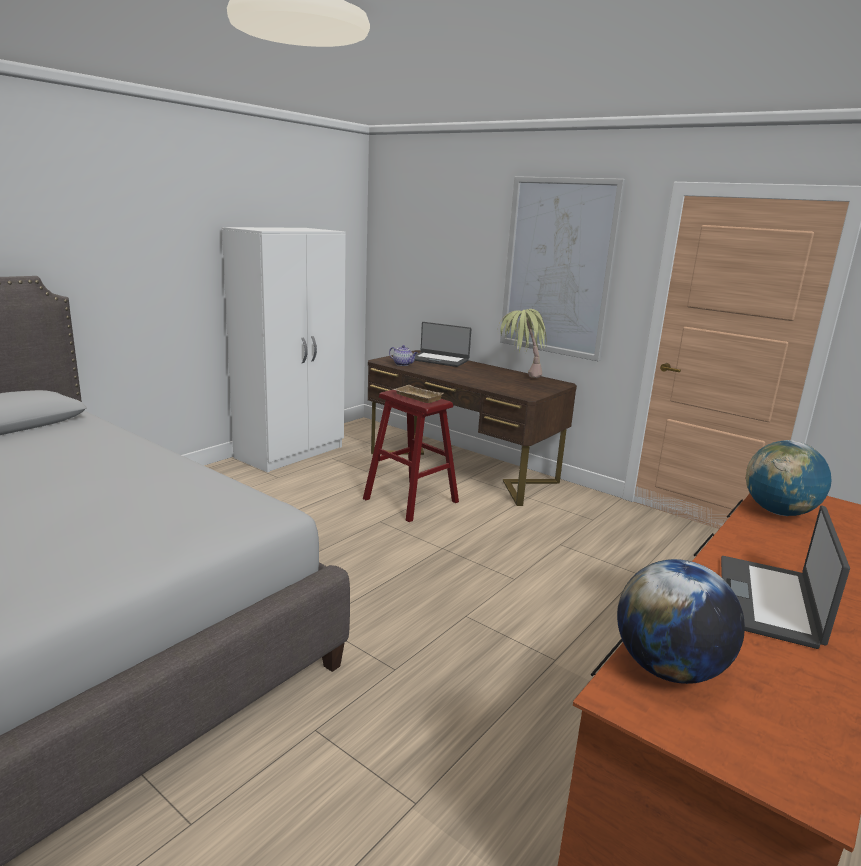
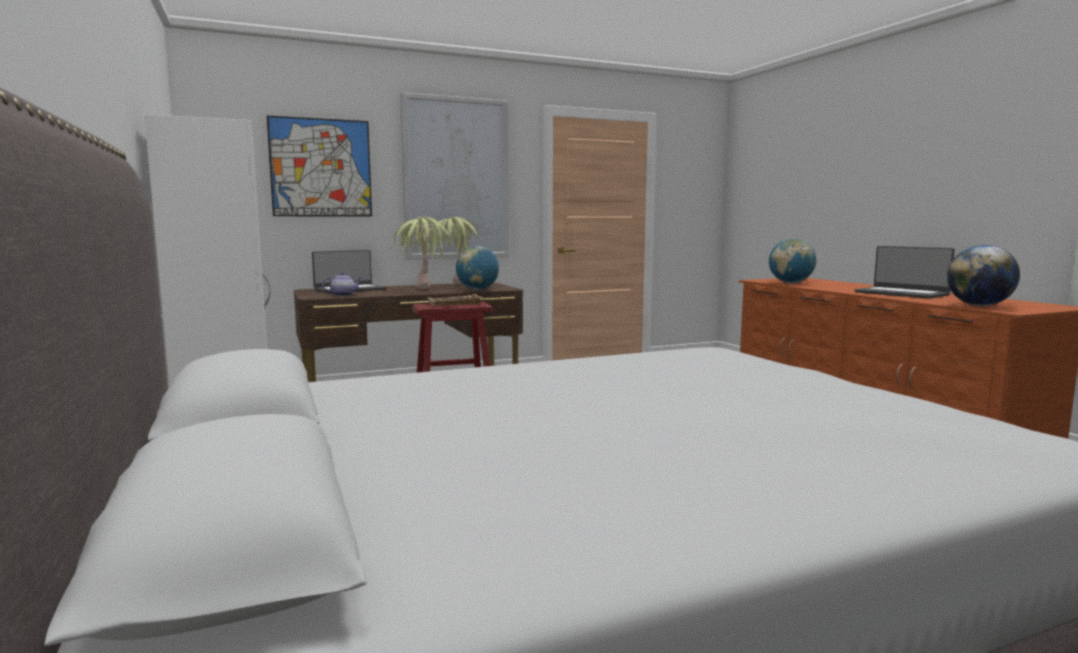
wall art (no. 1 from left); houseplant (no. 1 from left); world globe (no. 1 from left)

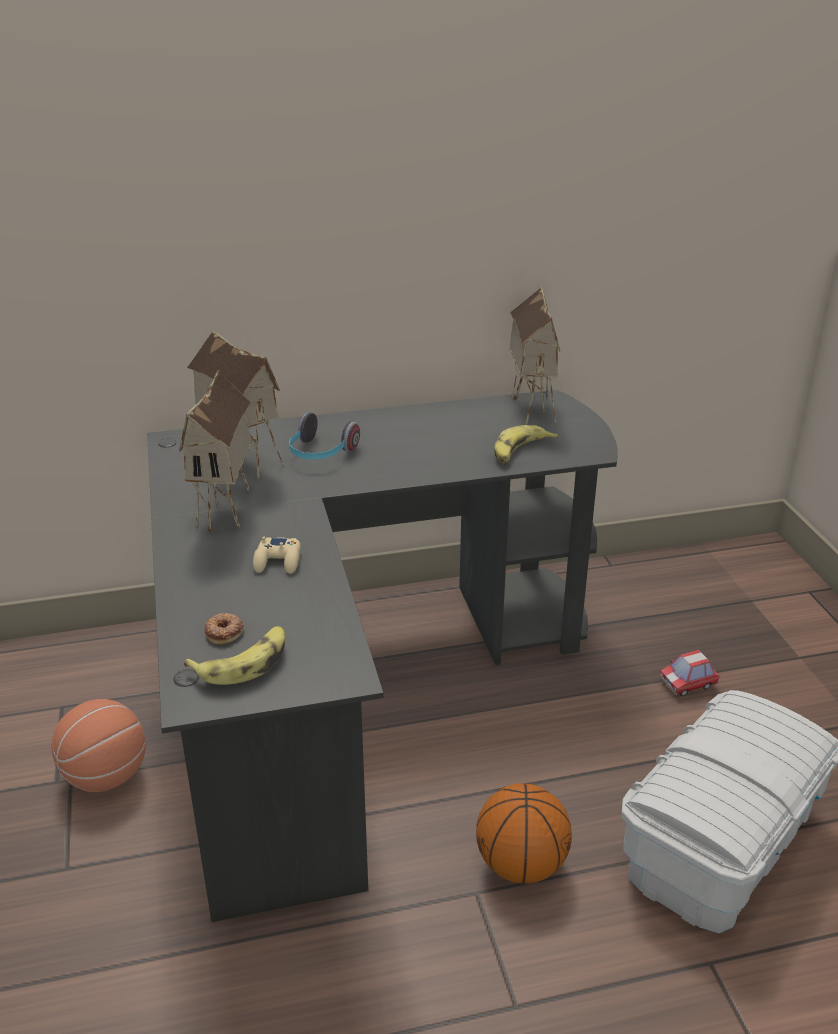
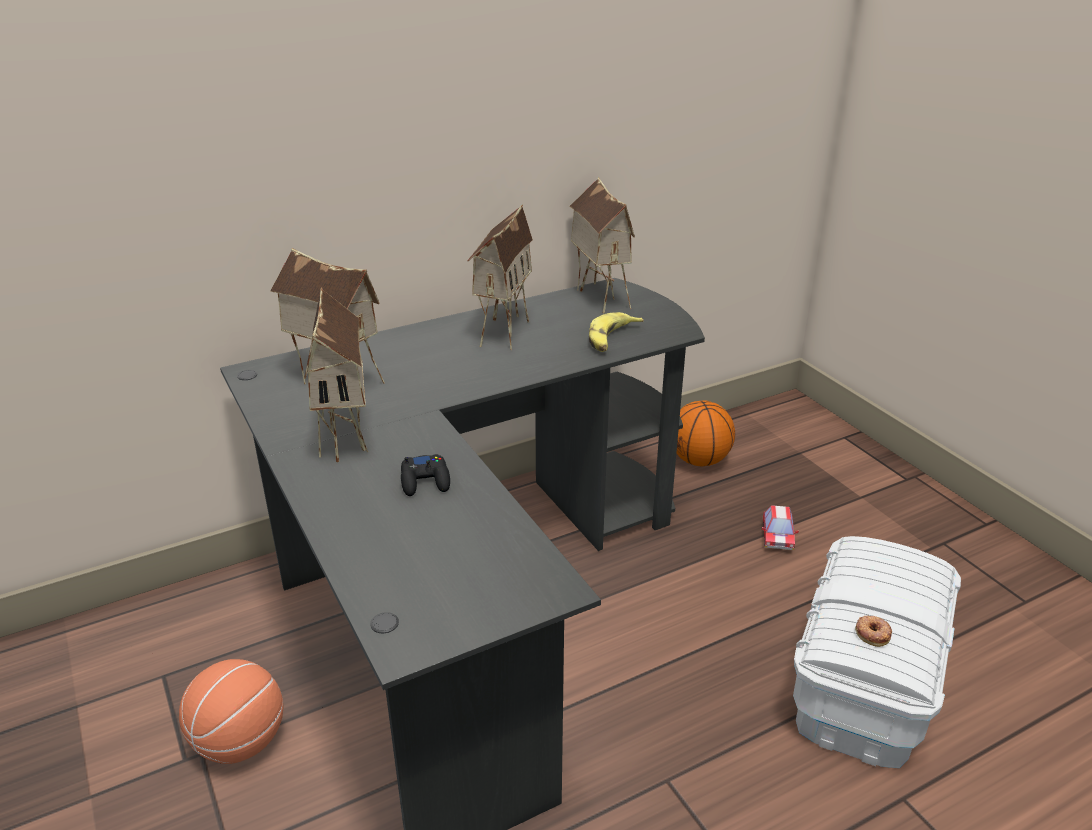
gamepad/black-coloured; toy house (no. 3 from left); basketball (no. 2 from left); miniature car; ring doughnut; banana fruit (no. 1 from left in the first image); headphones

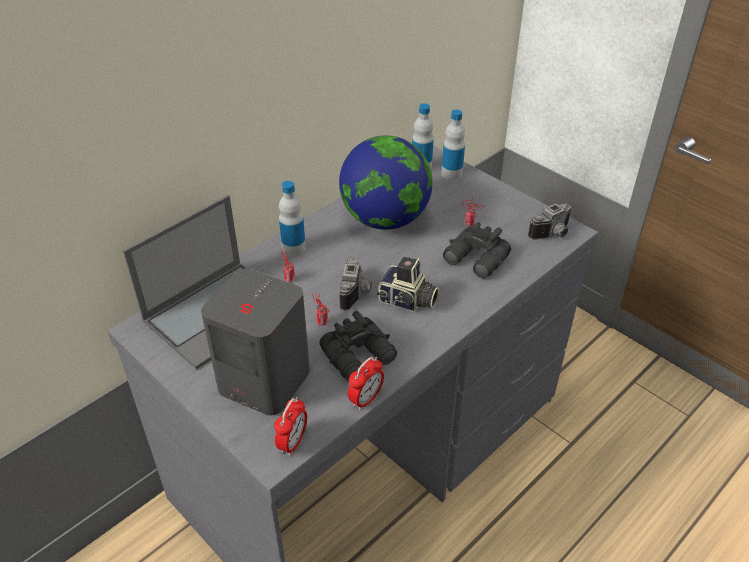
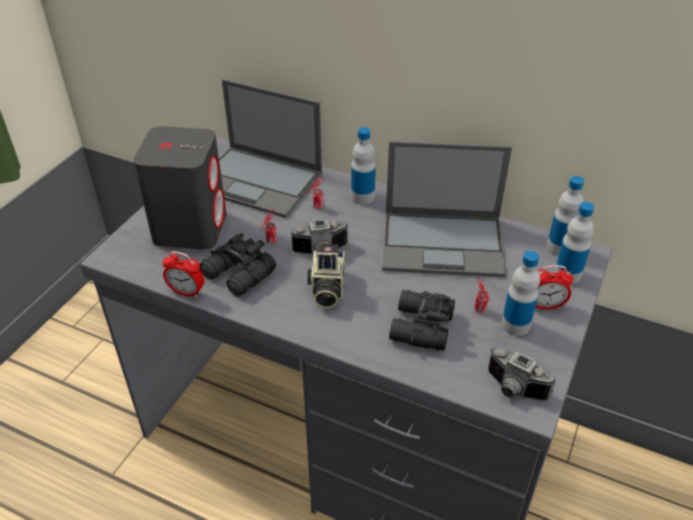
notebook computer (no. 2 from left); bottle (no. 2 from left); table clock (no. 2 from left)

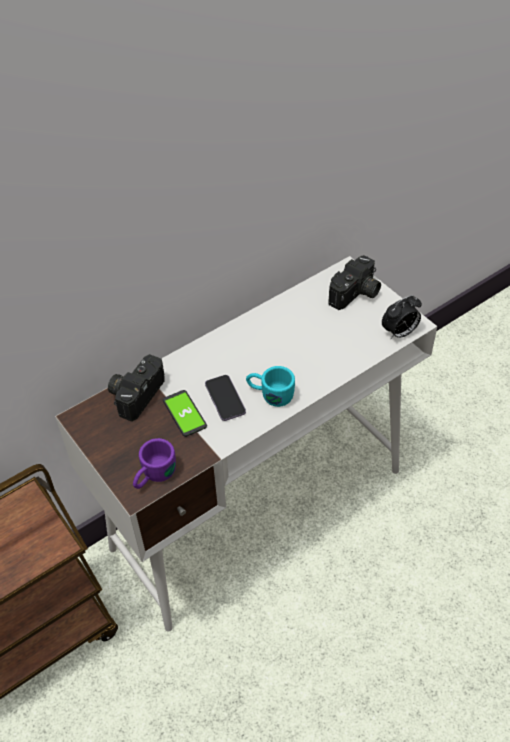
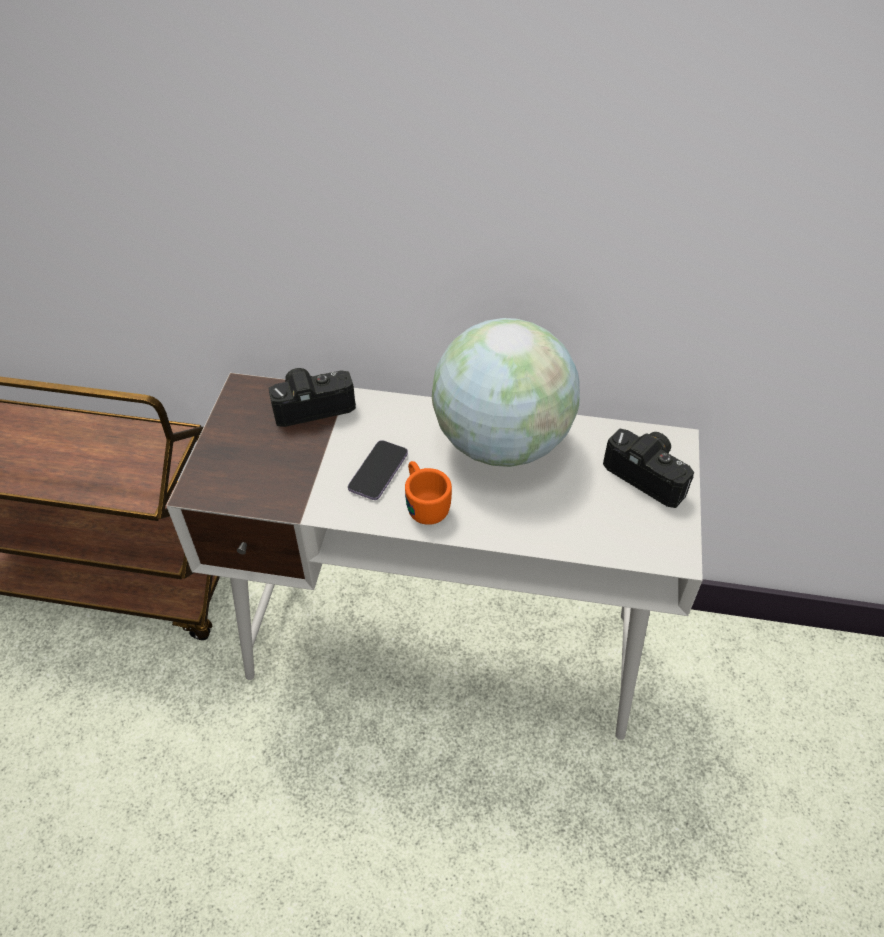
mug/orange; world globe; photo camera (no. 2 from left); mug/purple-coloured; handset (no. 1 from left in the first image); table clock

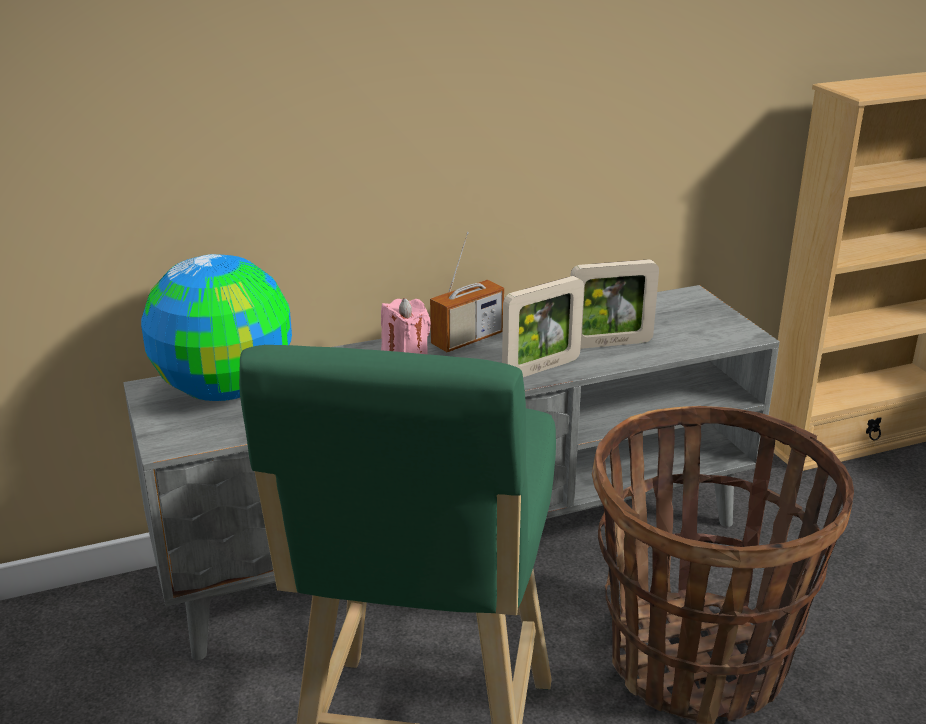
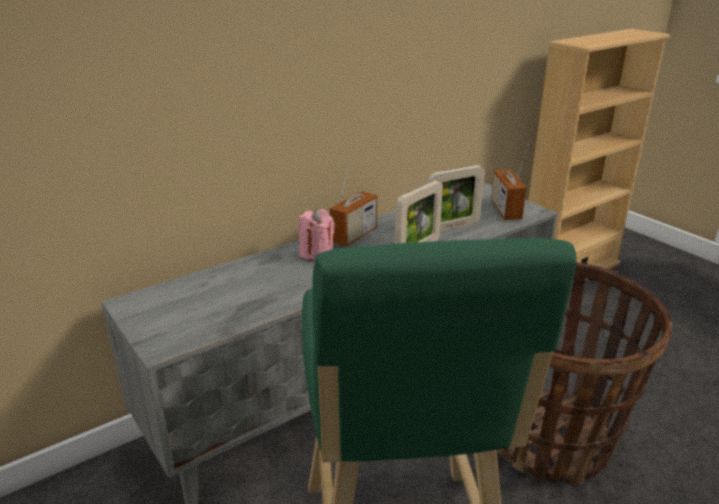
radio receiver (no. 2 from left); world globe

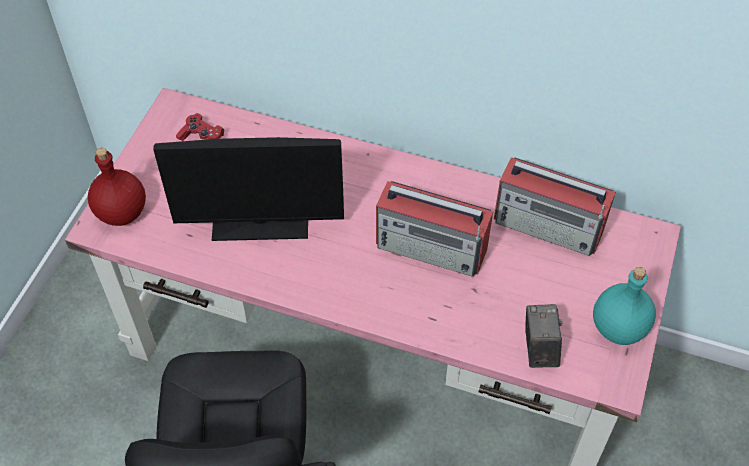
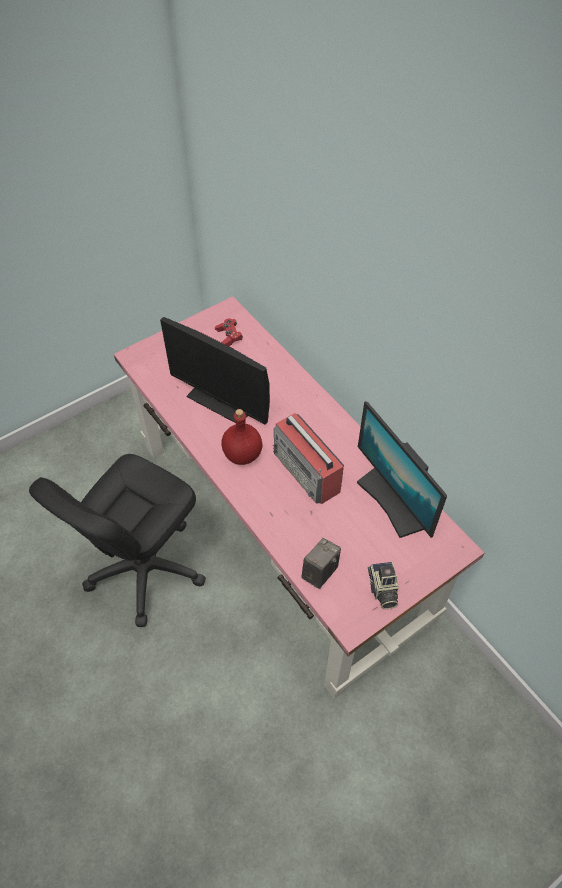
bottle/red; computer screen (no. 2 from left); photo camera (no. 2 from left)

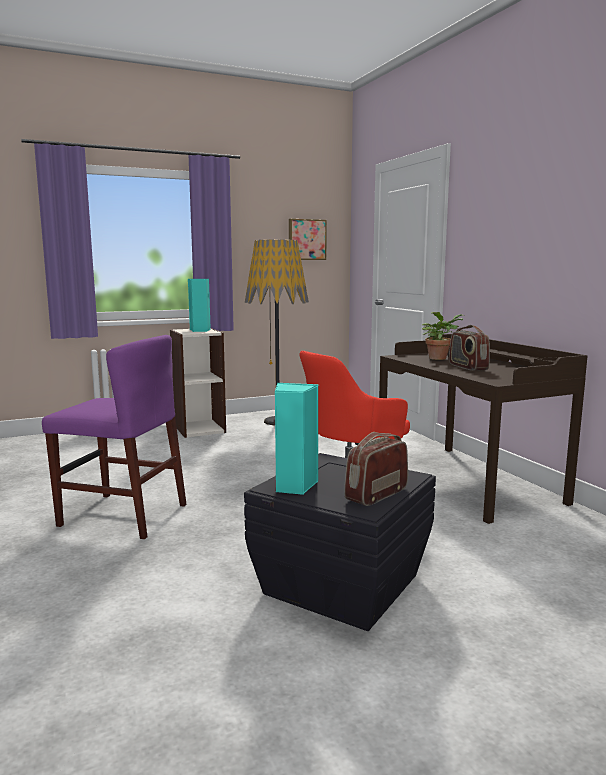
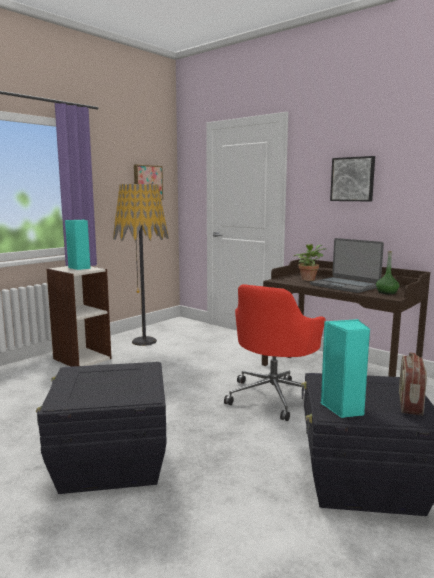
storage container/black-coloured (no. 1 from left); notebook computer; wall art (no. 2 from left); bottle/green

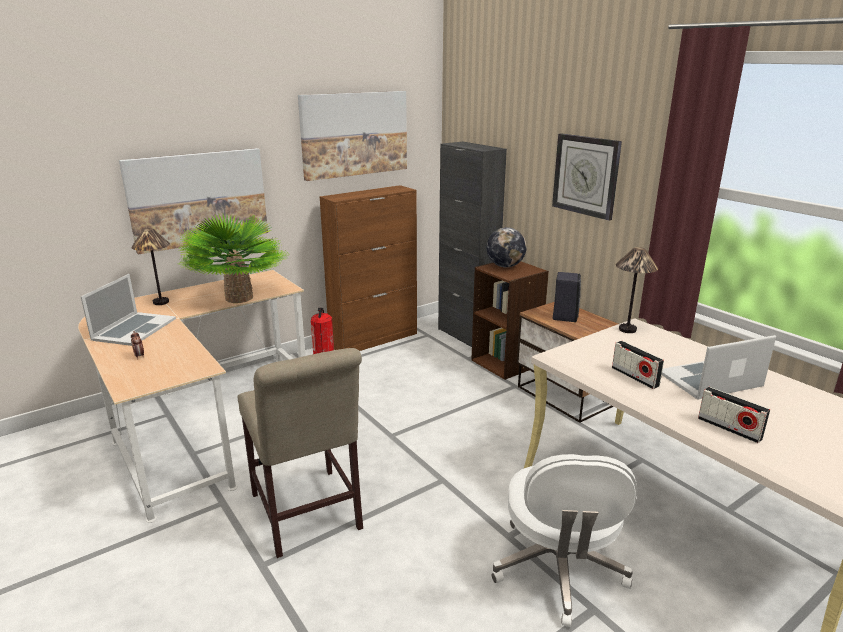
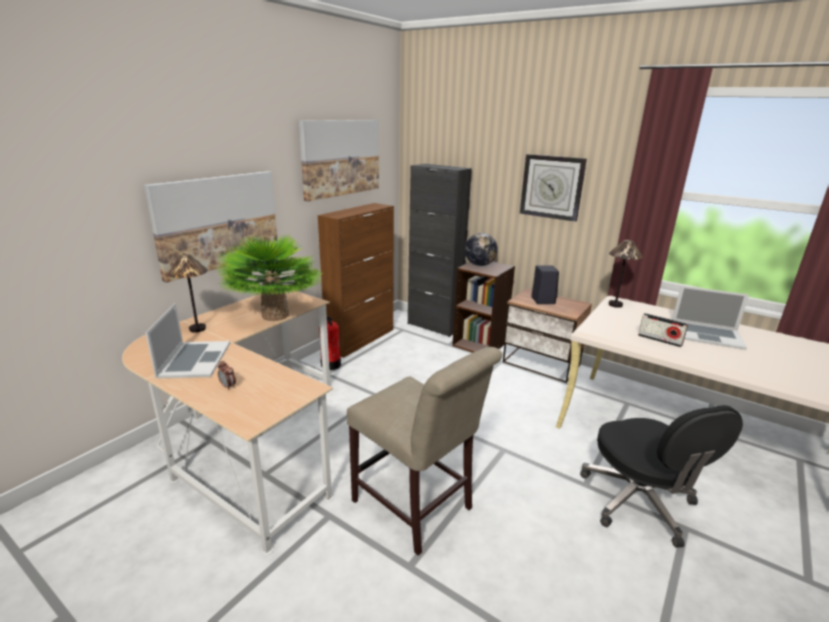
office chair/black-coloured; notebook computer (no. 2 from left); radio receiver (no. 2 from left in the first image)

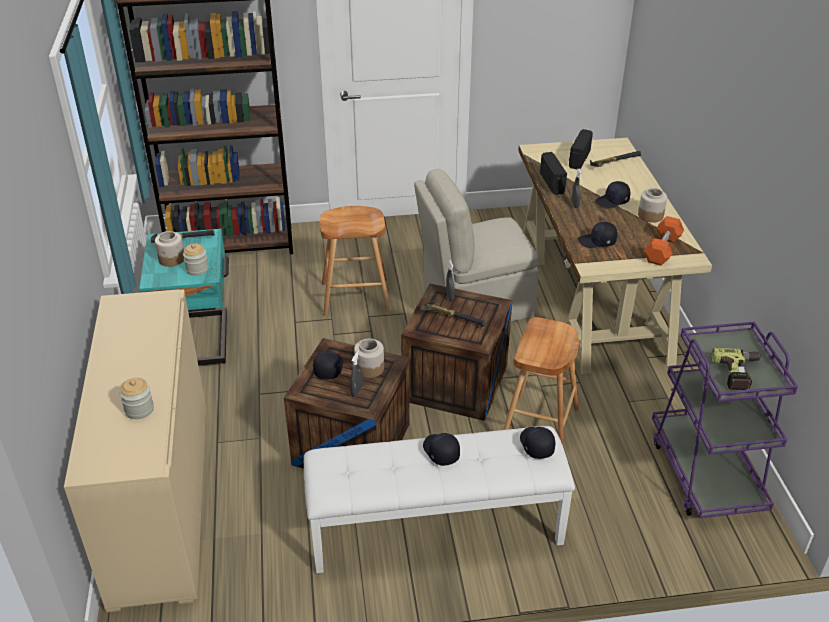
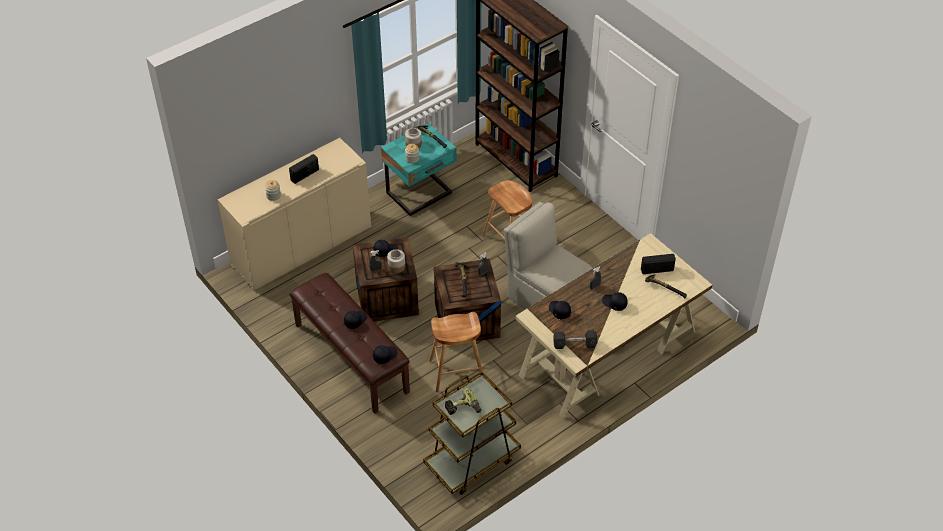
radio receiver (no. 1 from left); long seat/brown; trolley/brown; dumbbell/grey; storage jar (no. 5 from left in the first image)

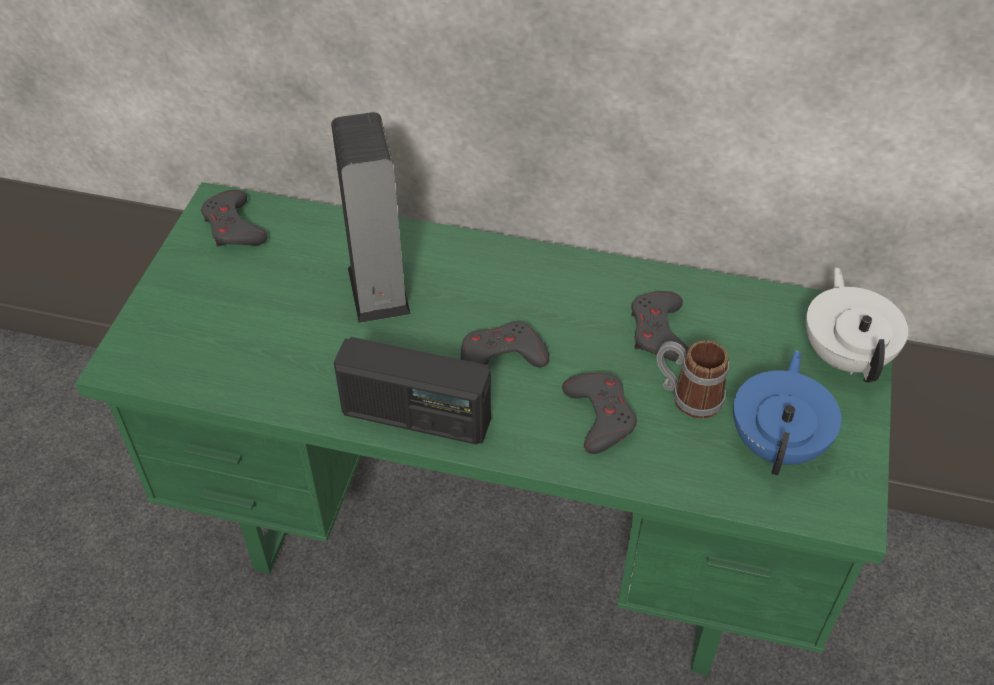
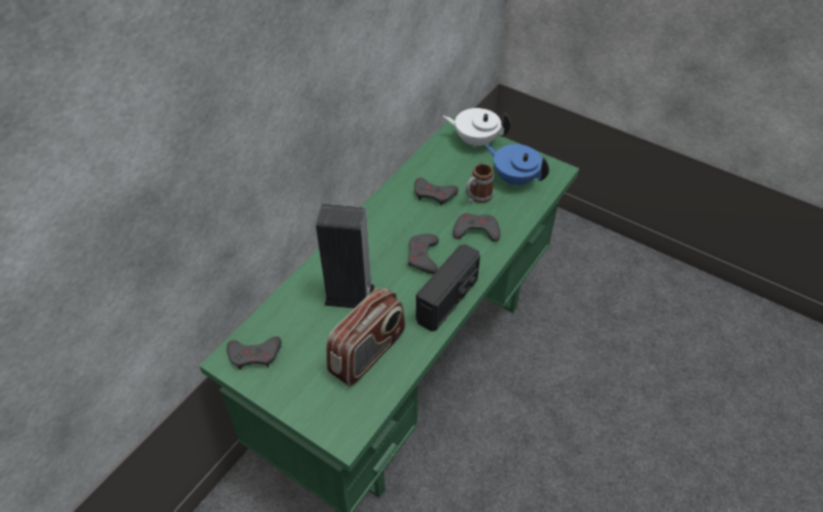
radio receiver (no. 1 from left)

